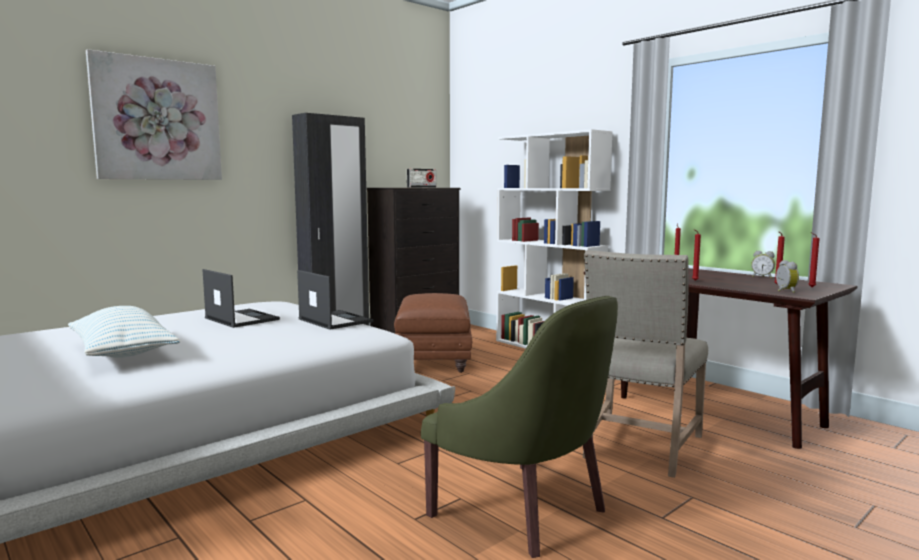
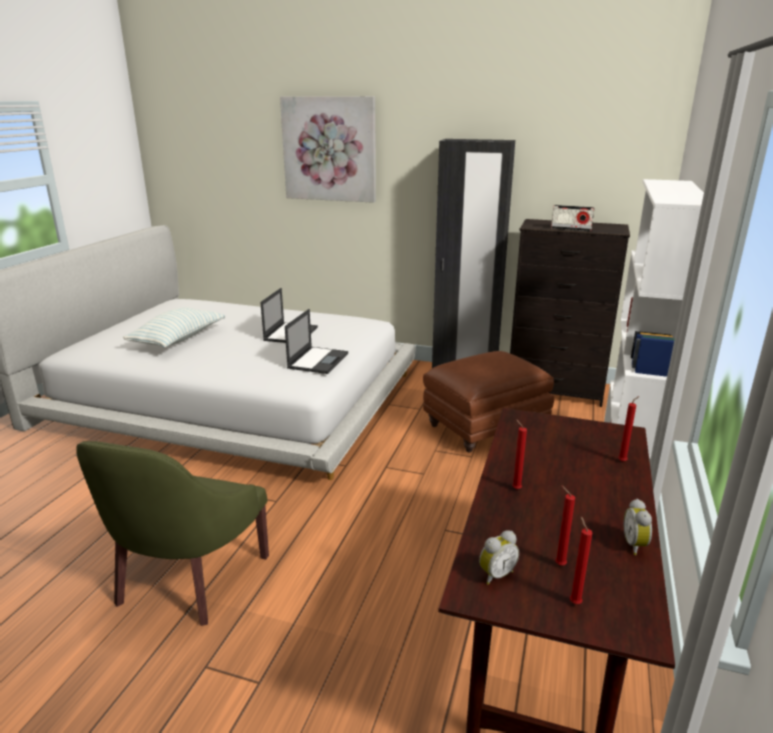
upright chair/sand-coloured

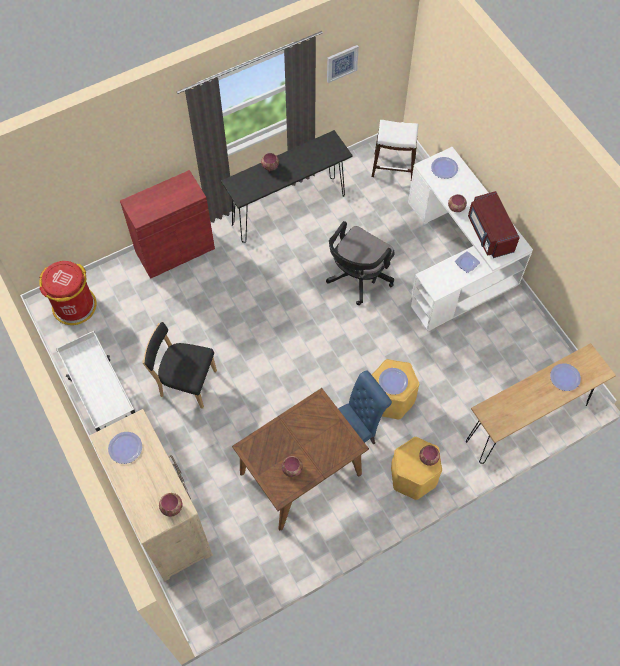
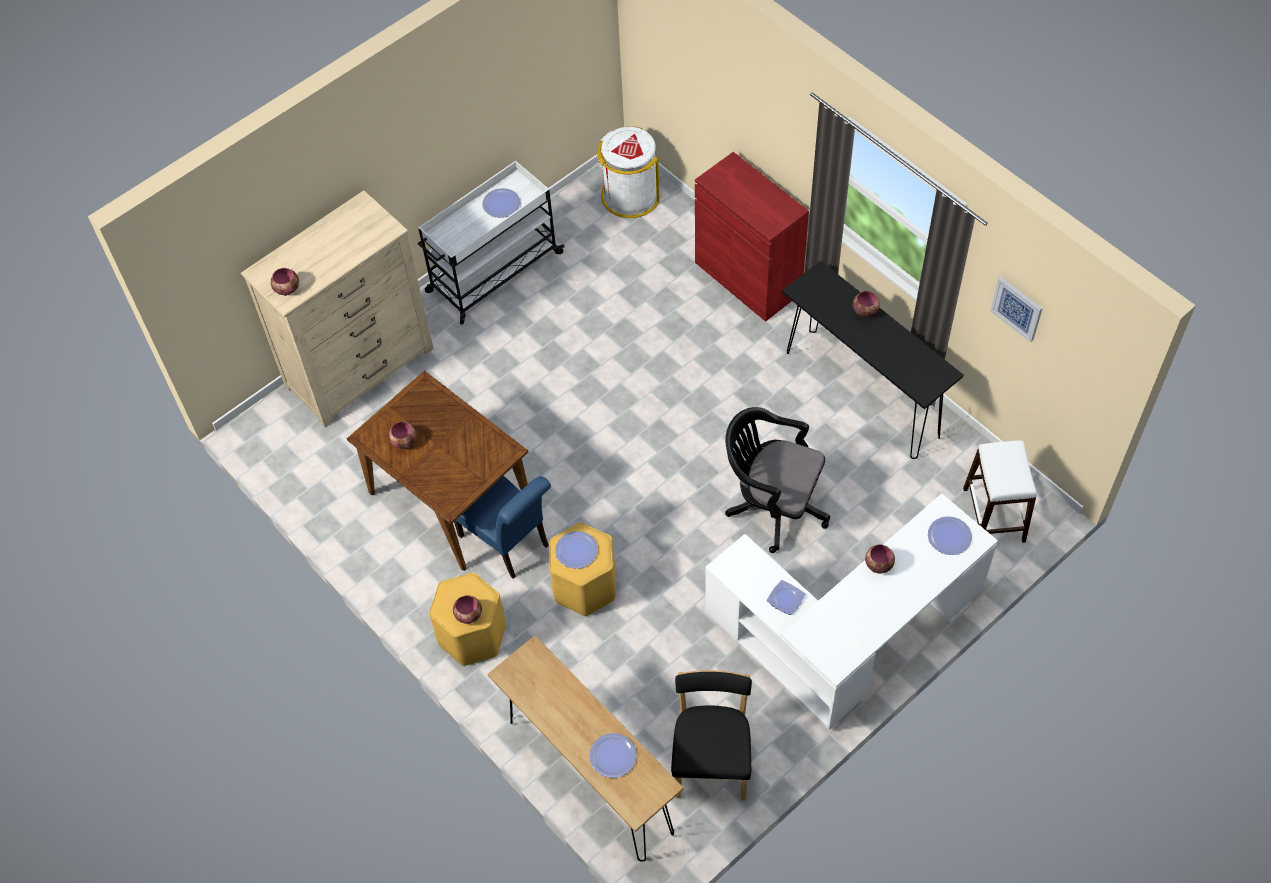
flat dish (no. 1 from left); rubbish bin/white-coloured; upright chair/black-coloured; microwave oven/red

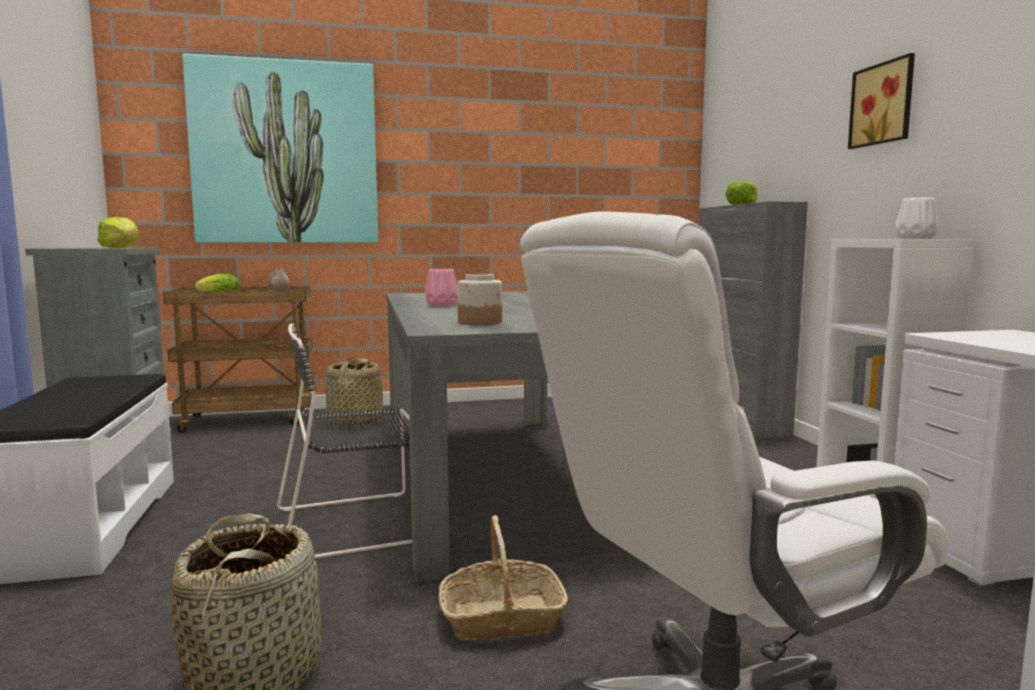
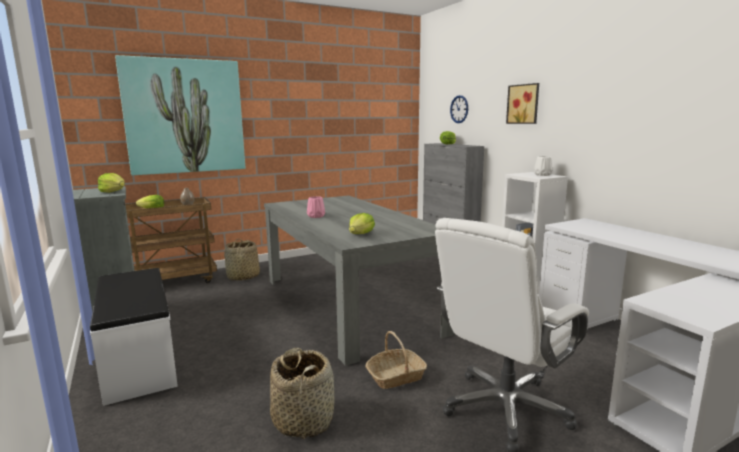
lettuce (no. 3 from left); wall clock; upright chair/black-coloured

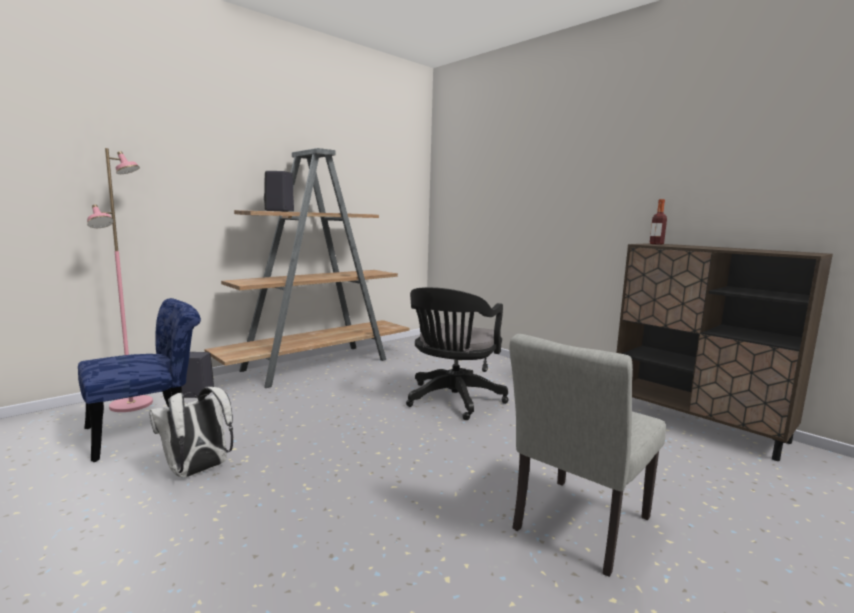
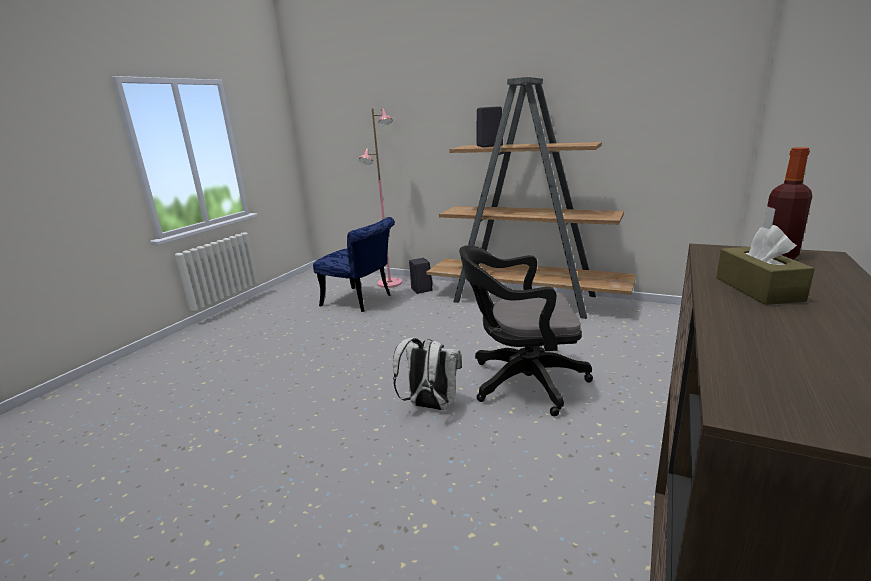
knapsack/white-coloured; tissue holder/brown; upright chair/grey

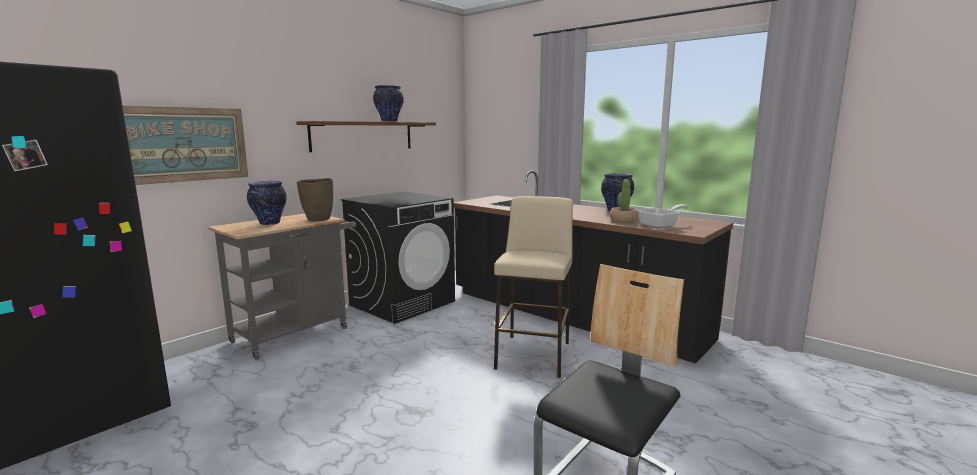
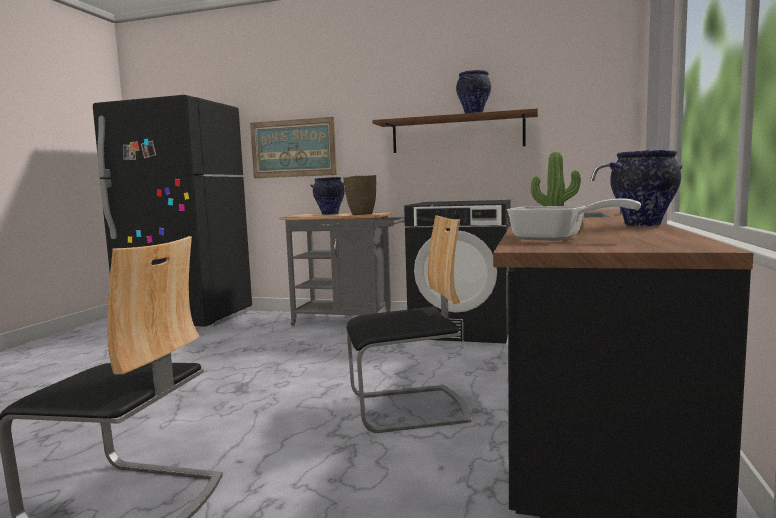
upright chair (no. 2 from left)

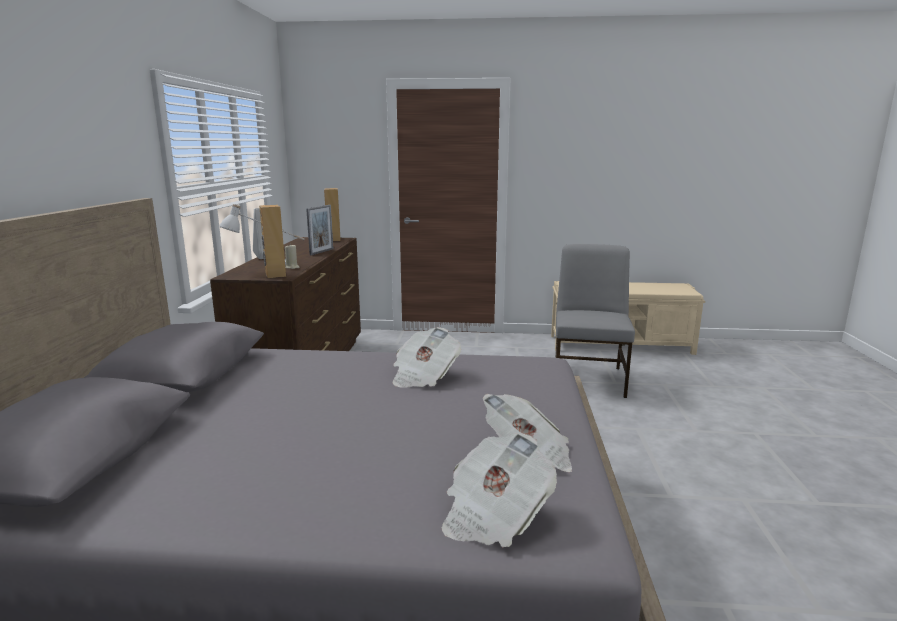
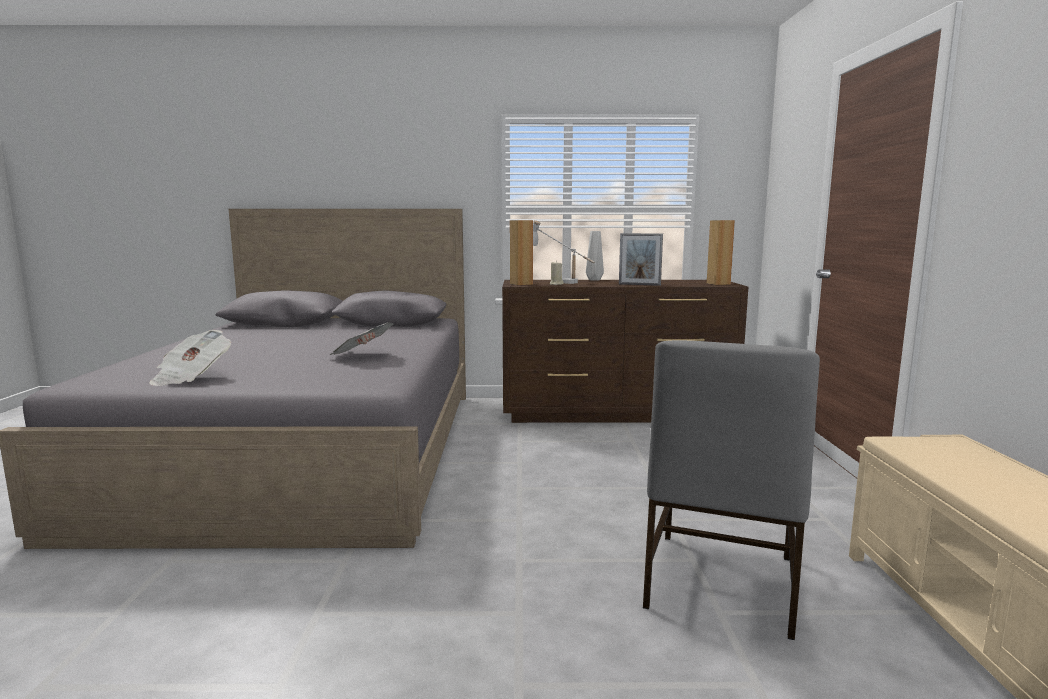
upright chair/grey; daily paper (no. 2 from left in the first image)

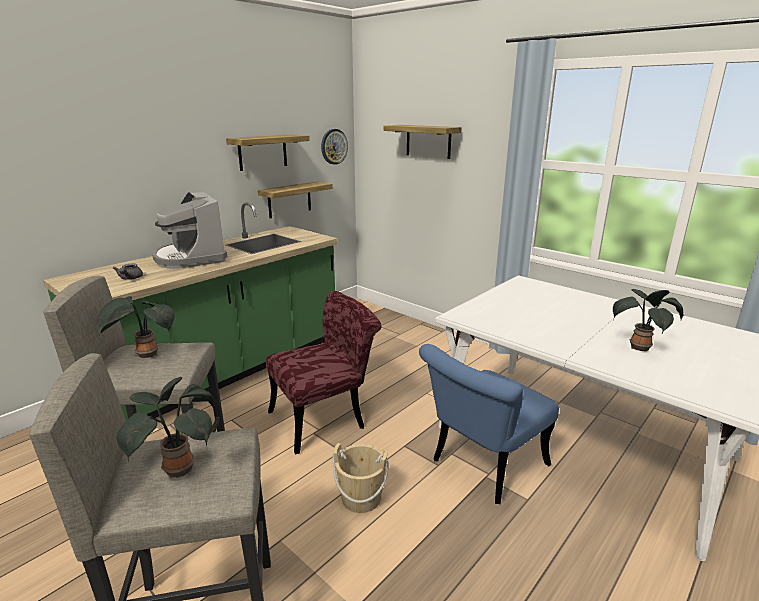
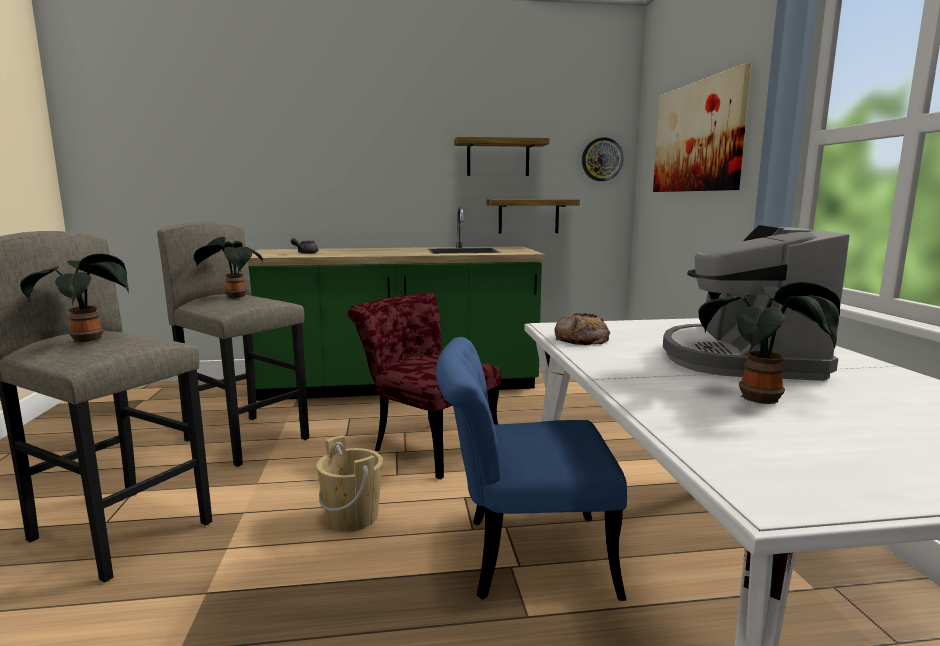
upright chair/red; baked bread; wall art; coffee machine

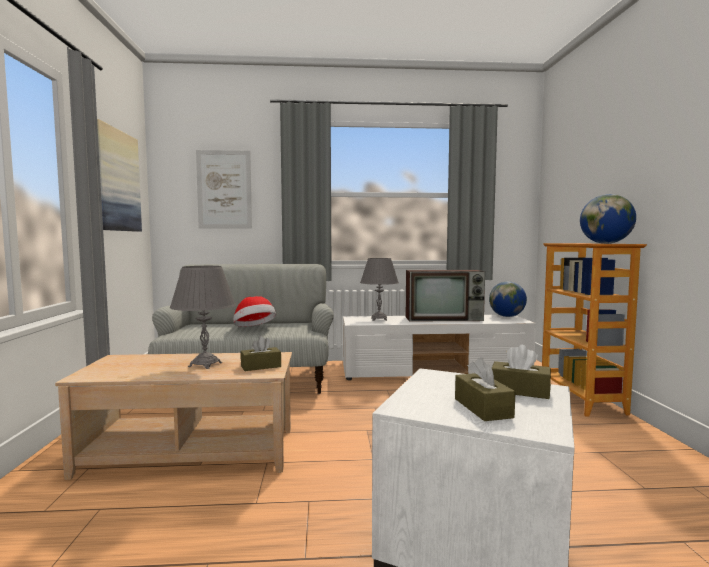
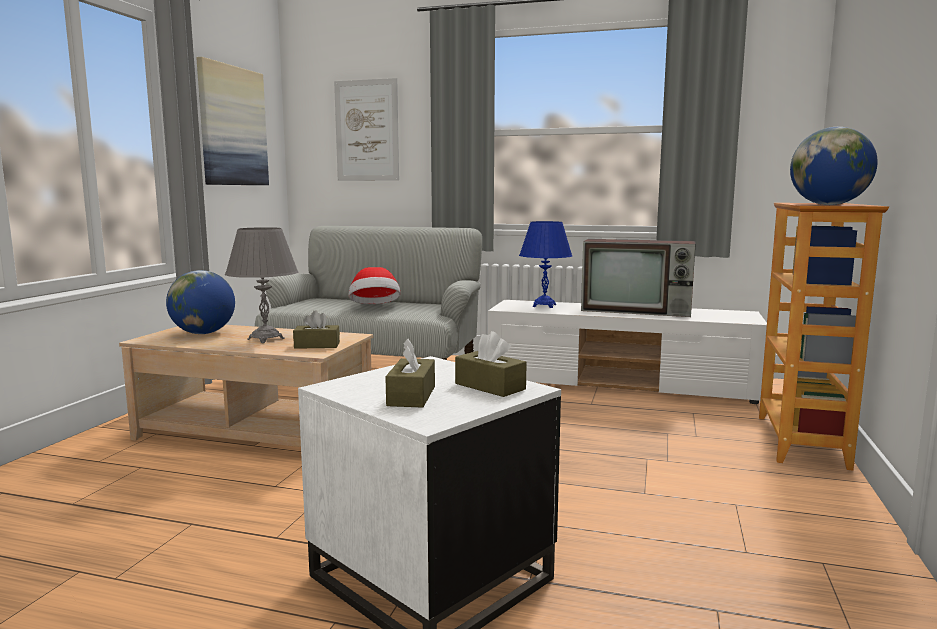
world globe (no. 1 from left); tabletop lamp/blue-coloured

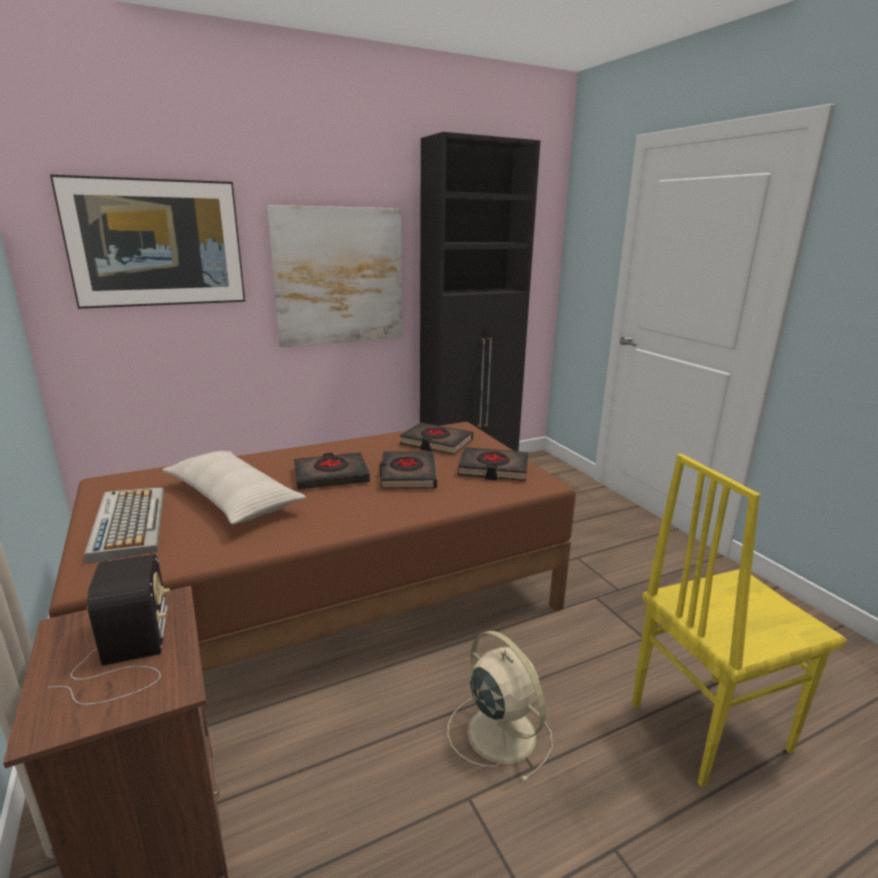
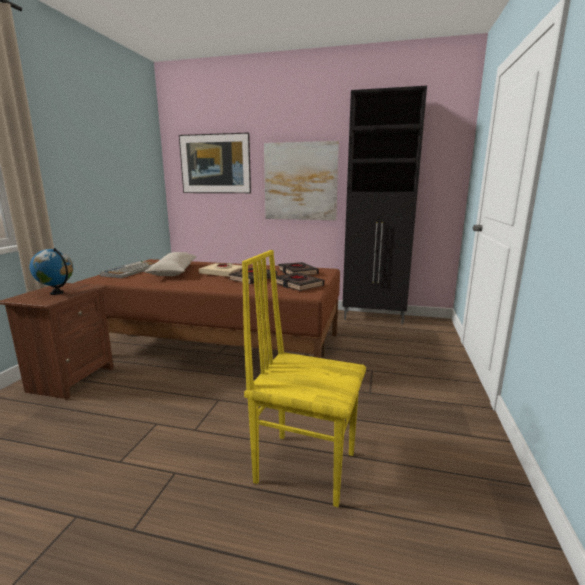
world globe; volume/sand-coloured; electric fan/sand-coloured

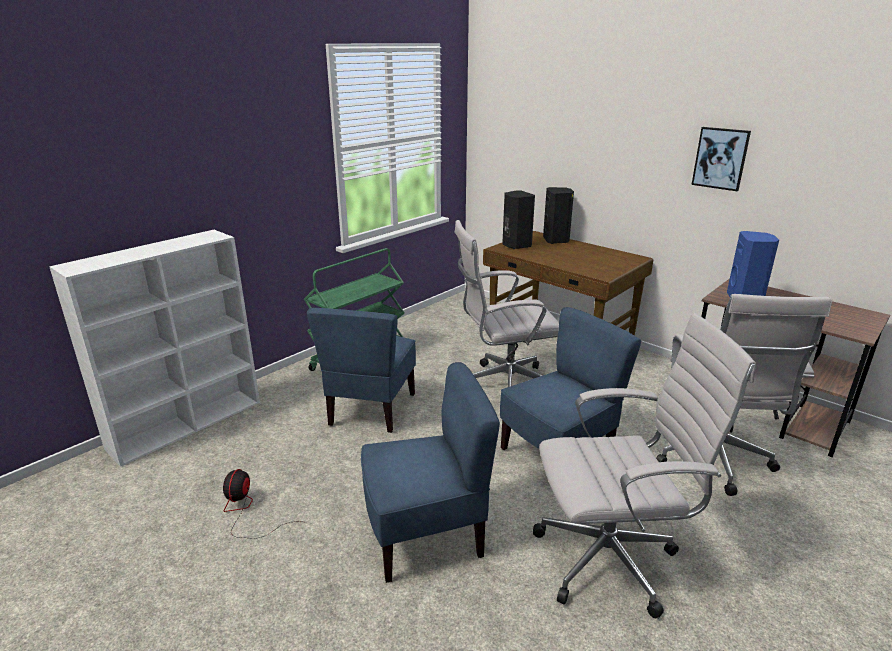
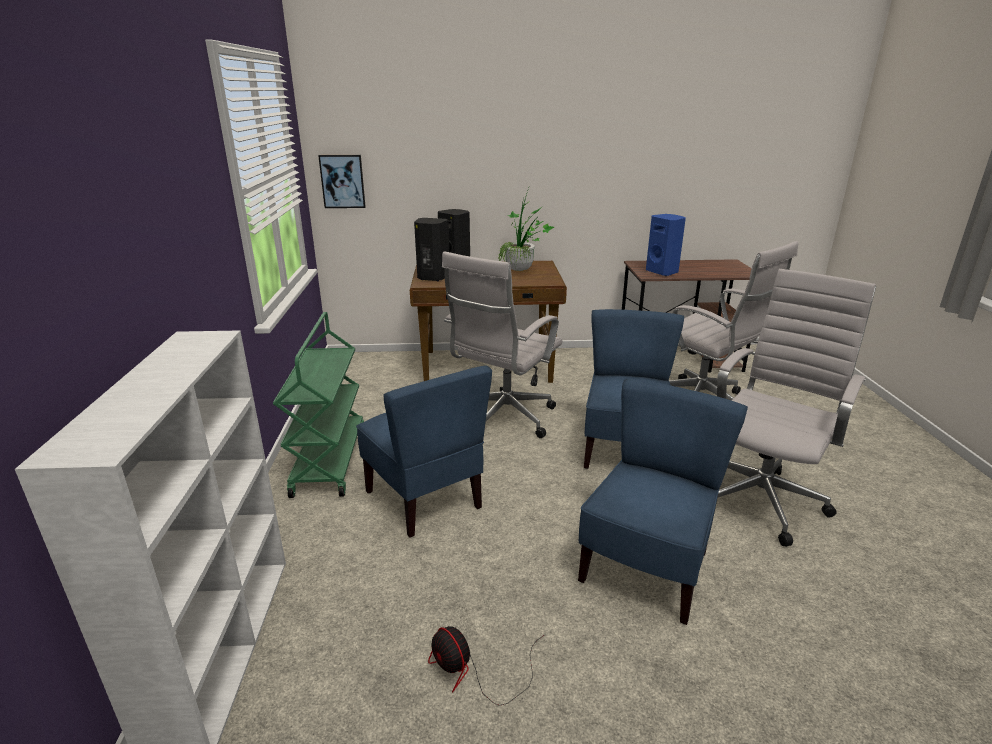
wall art; houseplant

